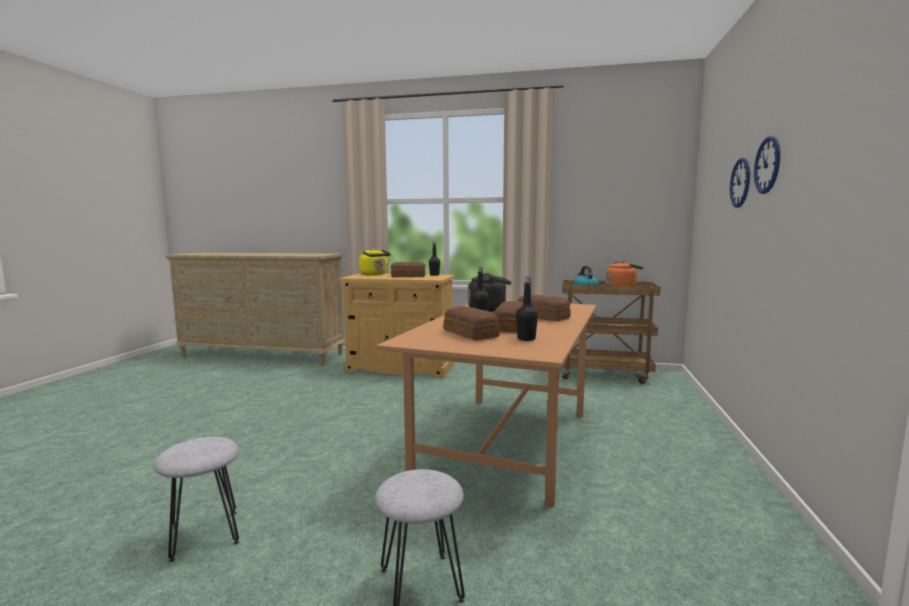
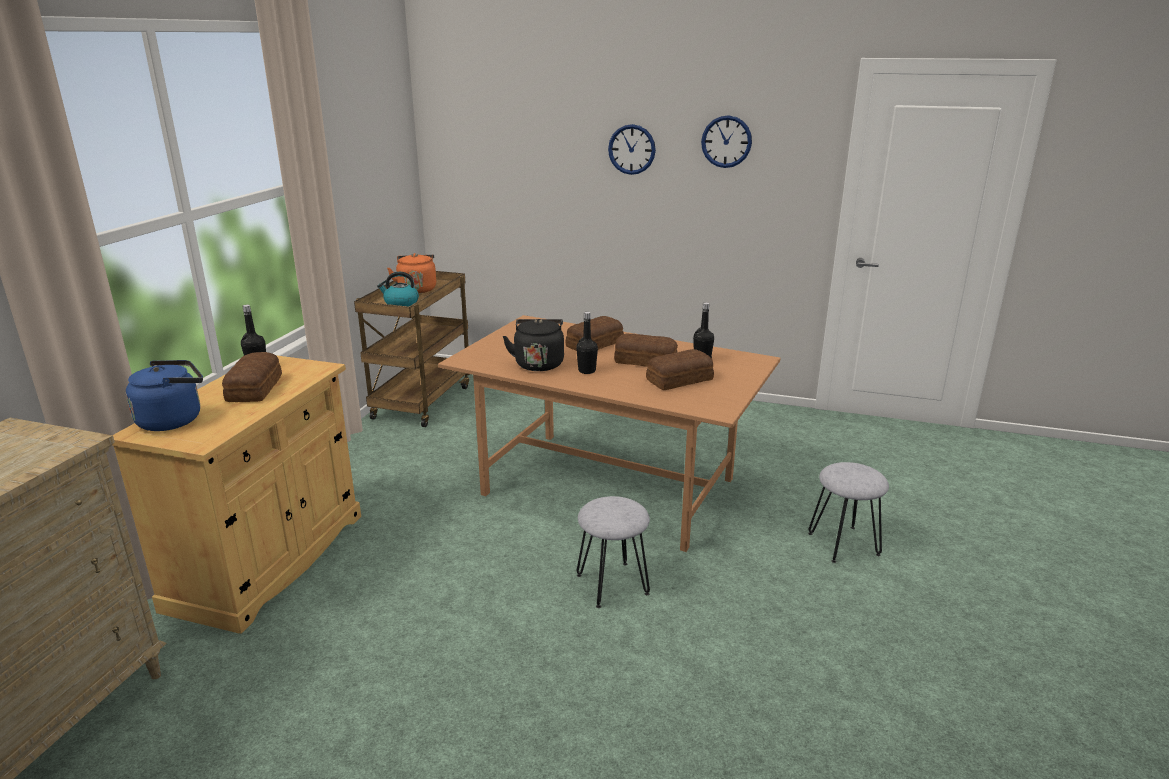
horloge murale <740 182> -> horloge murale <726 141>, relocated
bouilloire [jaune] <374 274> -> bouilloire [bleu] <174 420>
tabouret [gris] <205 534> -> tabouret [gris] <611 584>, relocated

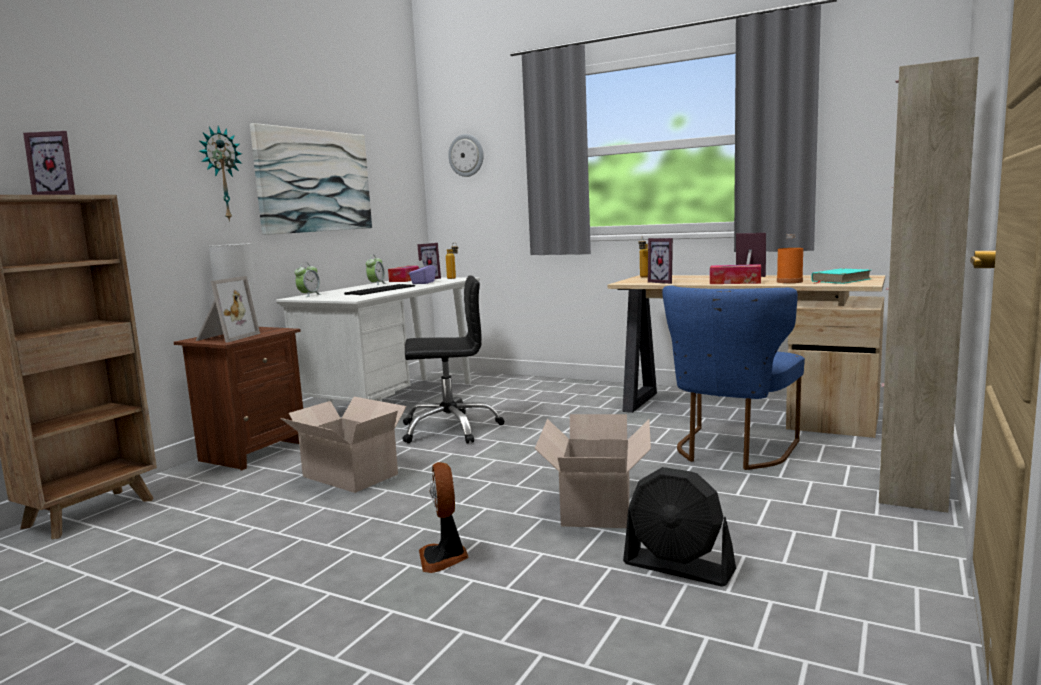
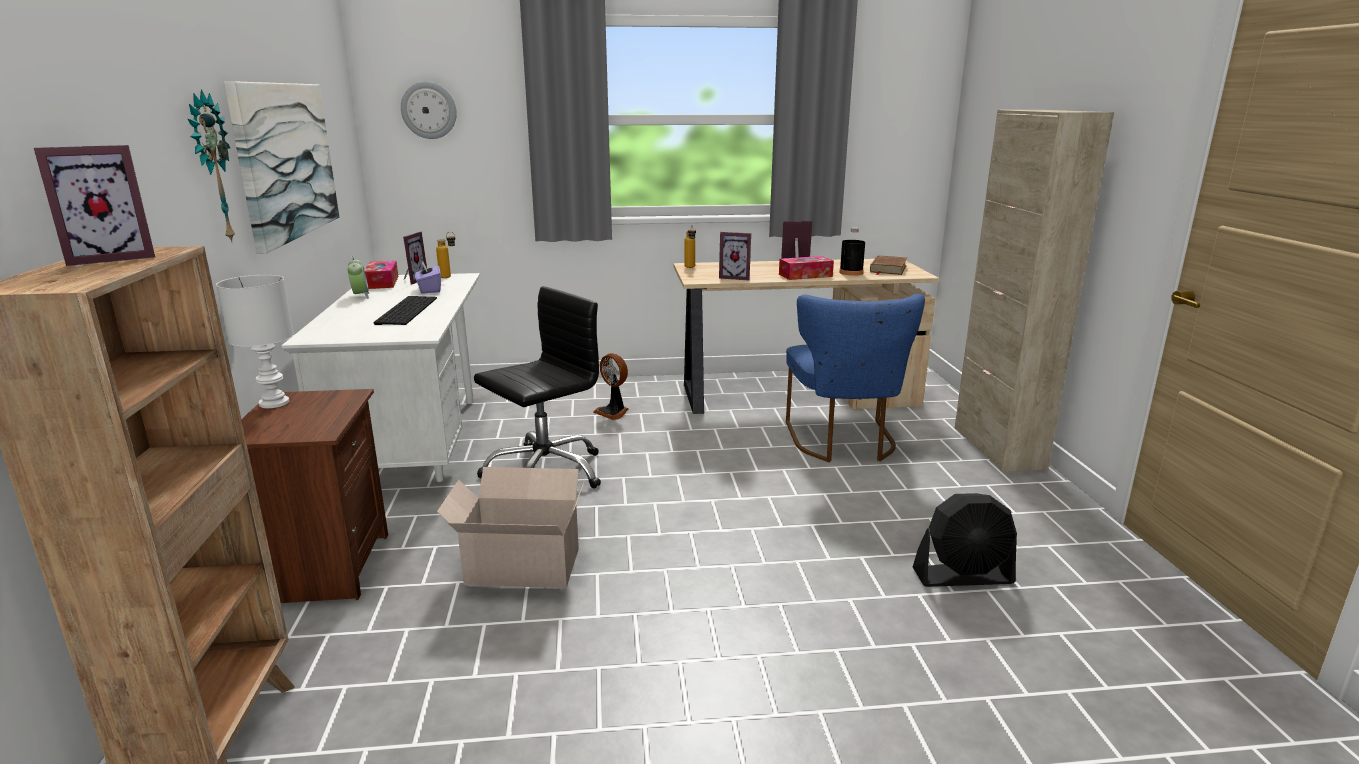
bouteille [orange] <789 281> -> bouteille [noir] <851 273>
réveil <309 295> -> none
livre [turquoise] <840 280> -> livre [marron] <888 269>
cadre photo <225 337> -> none
carton <596 508> -> none
ventilateur <444 558> -> ventilateur <613 412>, relocated

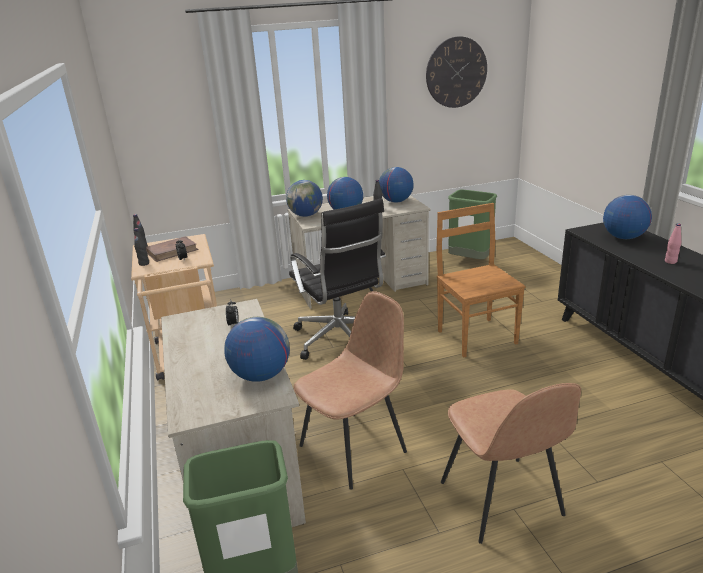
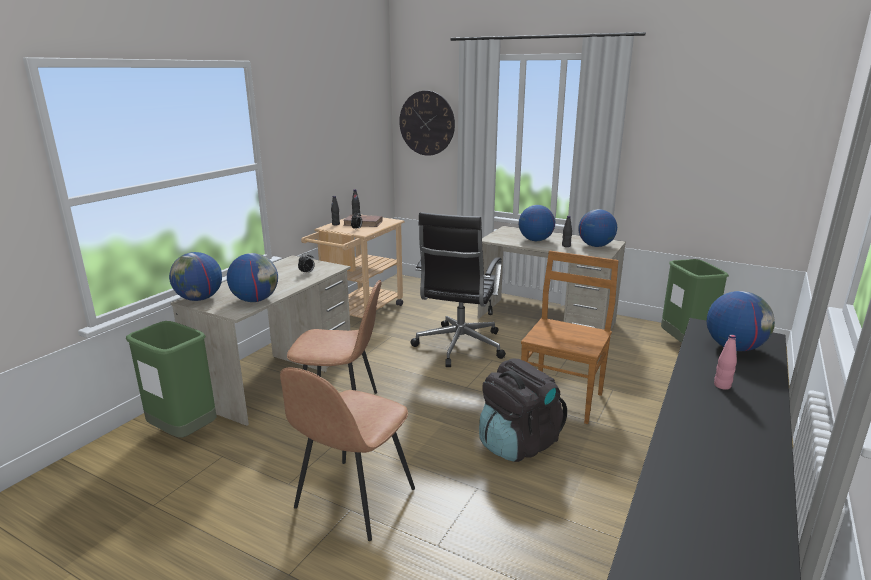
horloge murale <456 72> -> horloge murale <427 123>, relocated
globe <306 215> -> globe <199 299>, relocated
none -> sac à dos [noir] <518 443>

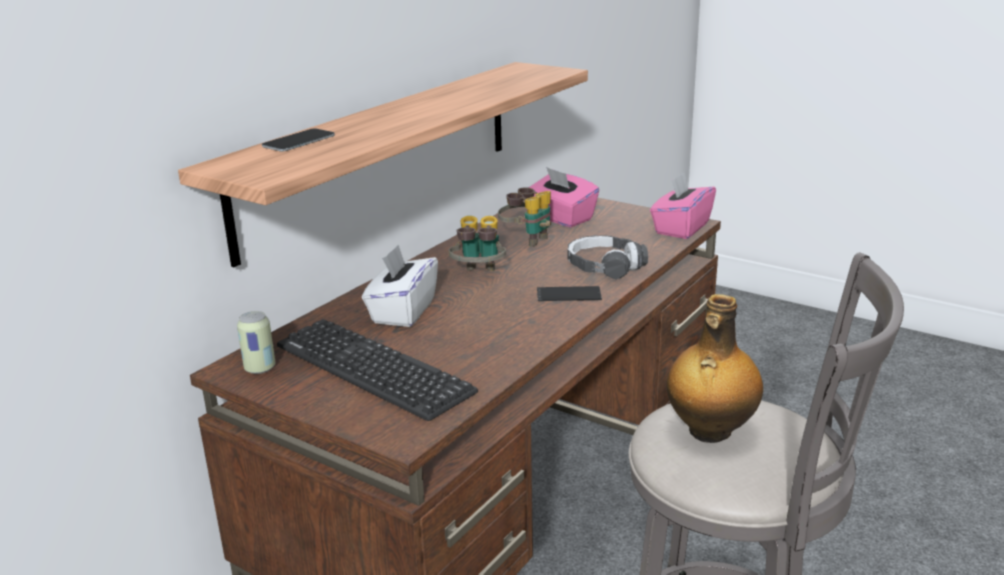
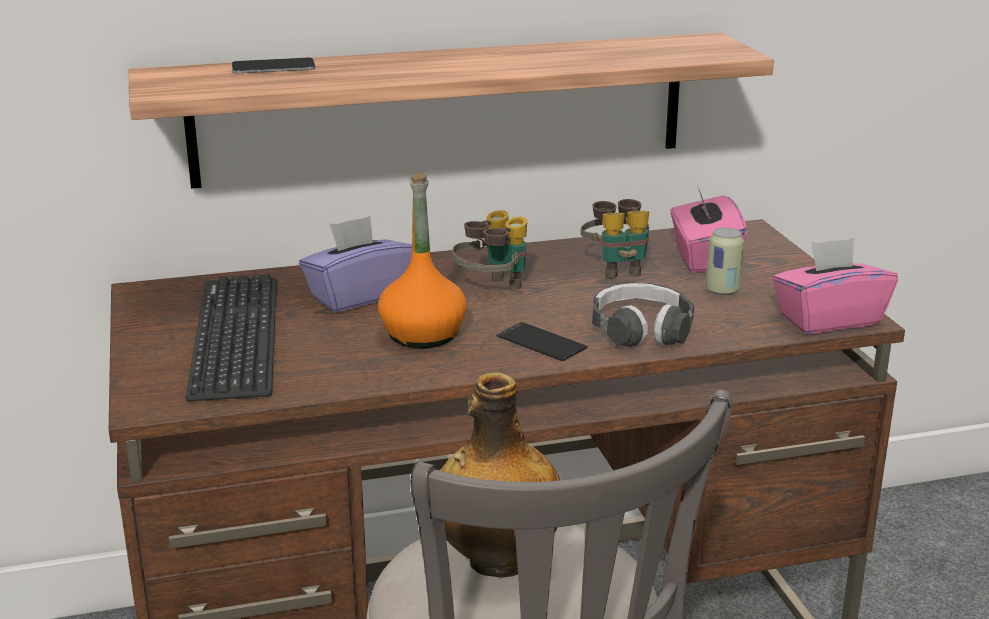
boîte à mouchoirs [blanc] <402 311> -> boîte à mouchoirs [violet] <358 296>
boîte métallique <260 368> -> boîte métallique <722 290>, relocated
none -> bouteille [orange] <423 335>

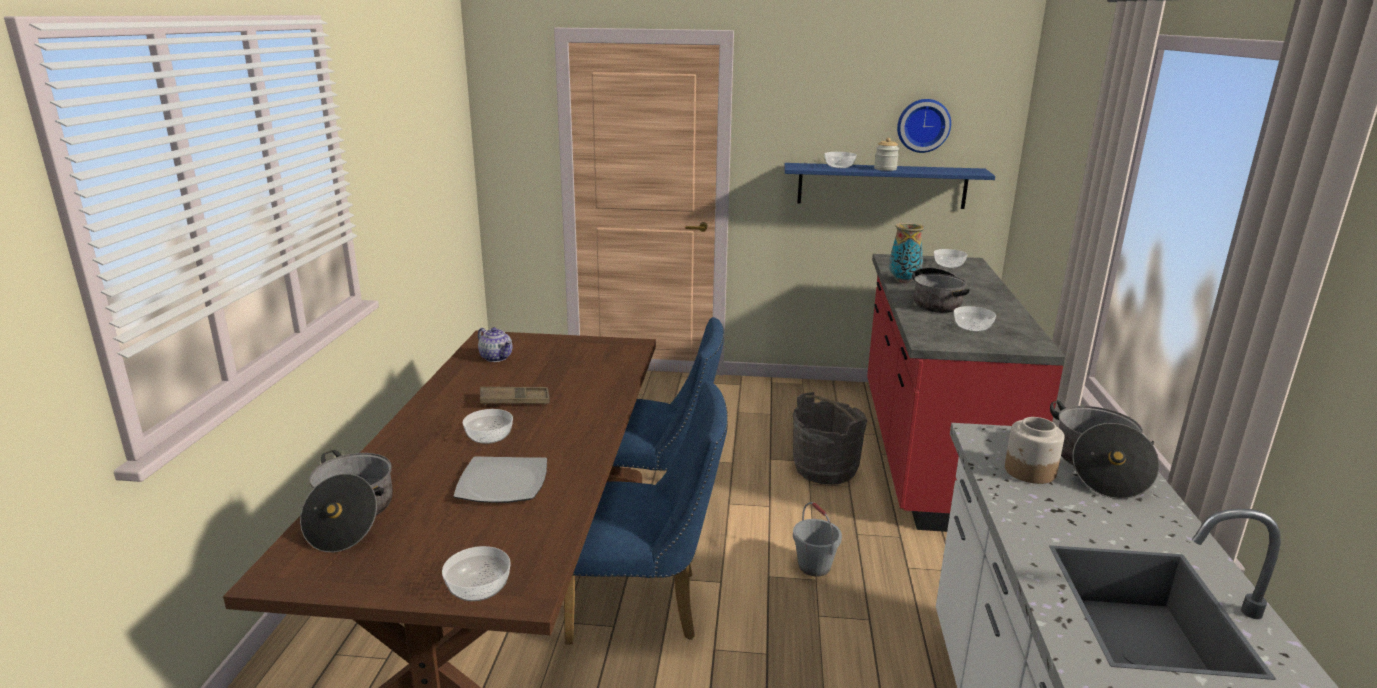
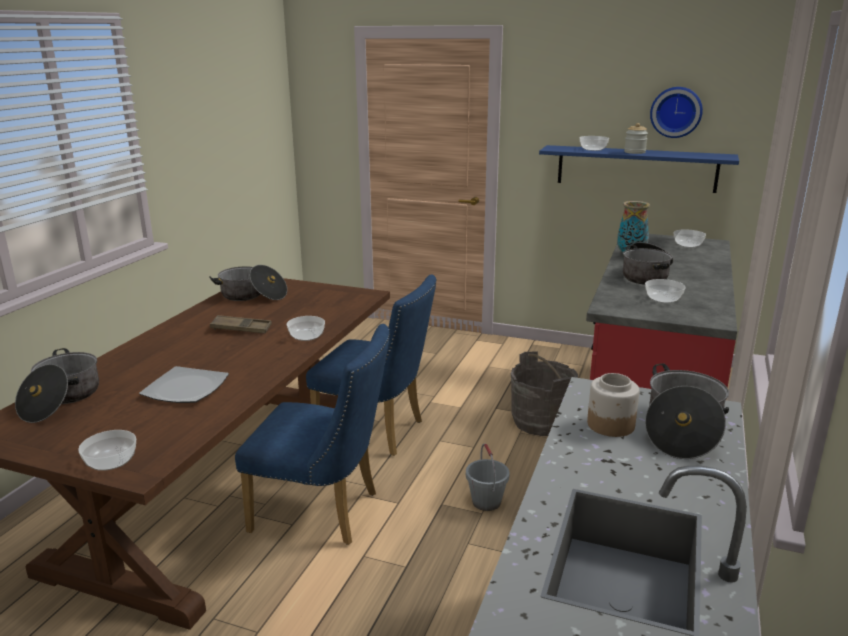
théière <497 357> -> marmite <252 295>
bol <488 436> -> bol <306 336>, relocated

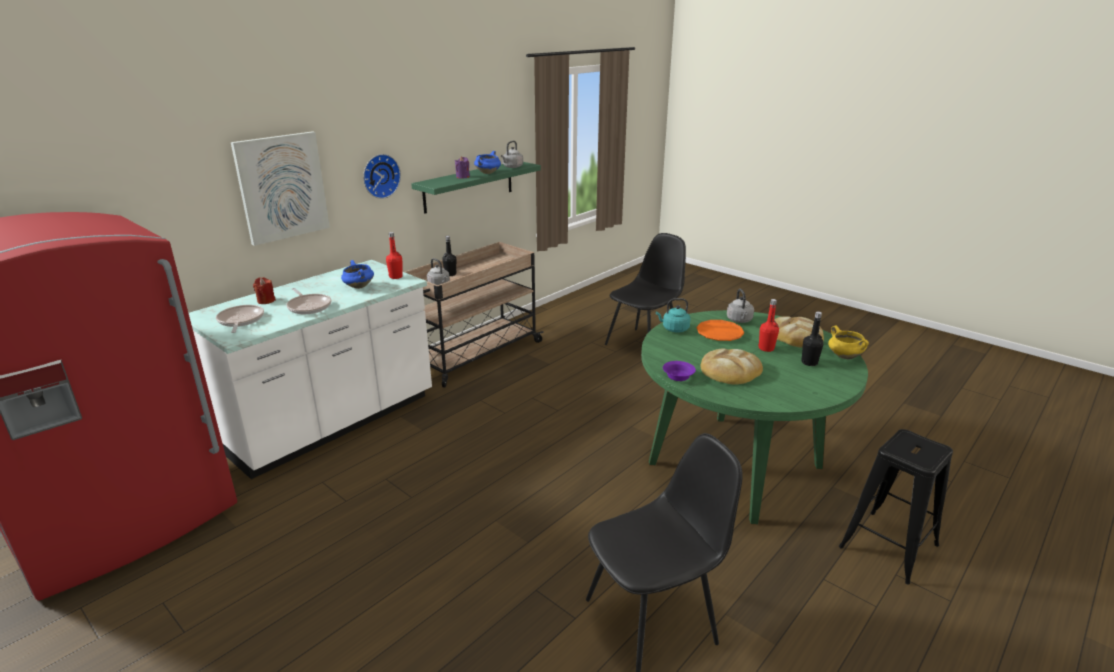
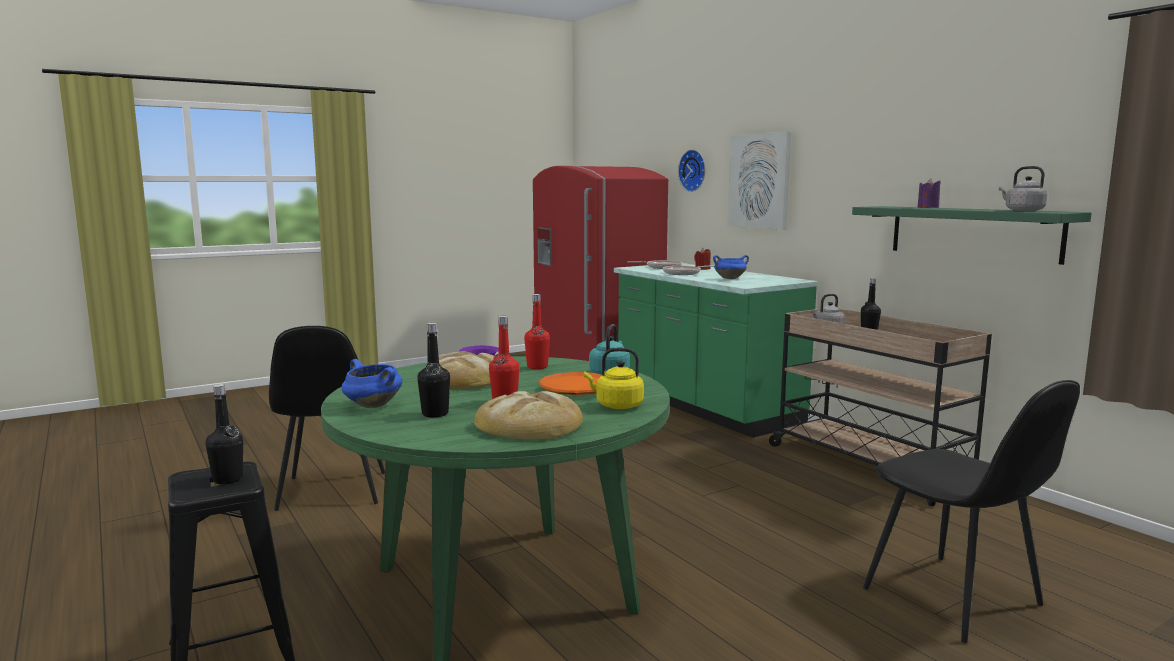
marmite [bleu] <487 173> -> marmite [bleu] <372 406>, relocated
horloge murale <380 176> -> horloge murale <694 170>, relocated
bouteille [rouge] <396 277> -> bouteille [rouge] <537 367>, relocated
comptoir de cuisine [blanc] <331 423> -> comptoir de cuisine [vert] <704 407>
bouilloire [gris] <739 320> -> bouilloire [jaune] <616 405>
marmite [jaune] <844 356> -> none
none -> bouteille [noir] <228 479>

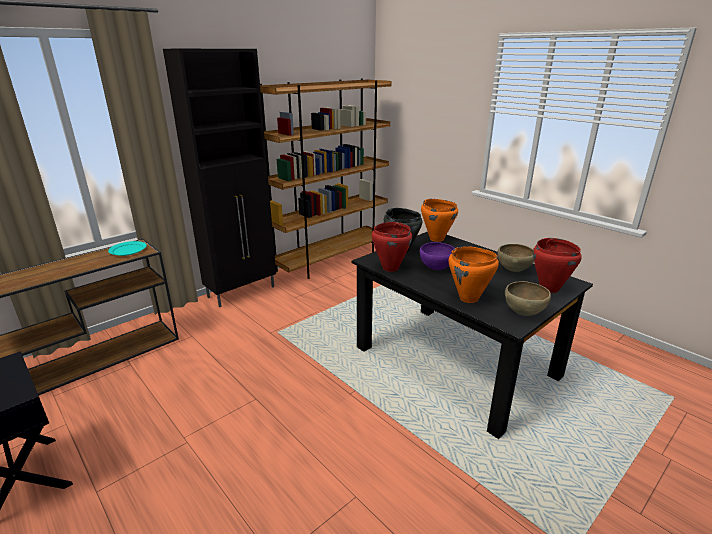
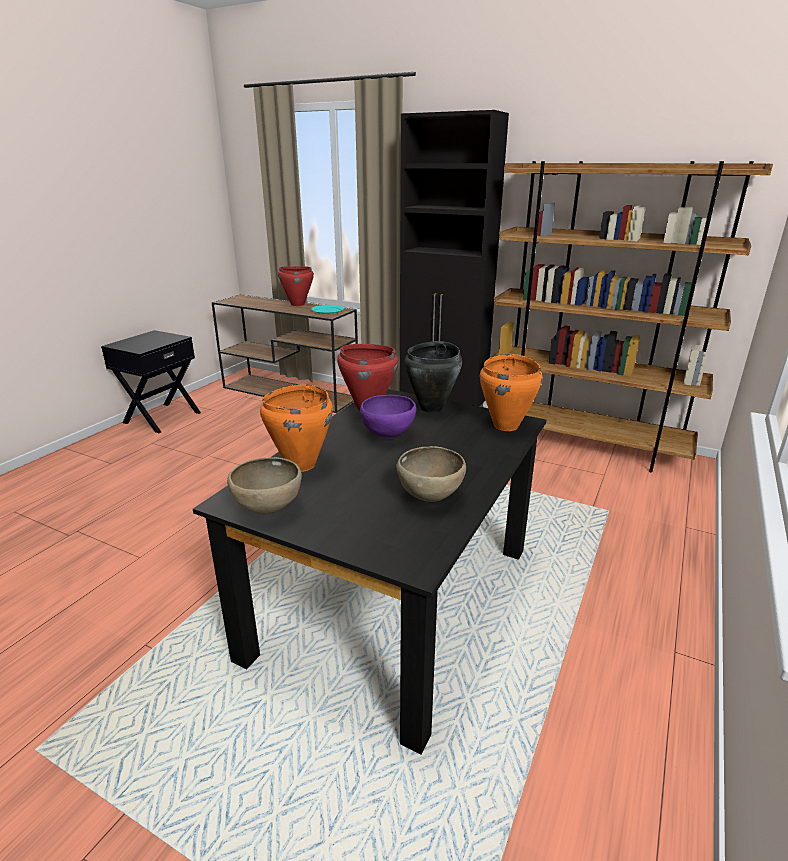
marmite [rouge] <549 288> -> marmite [rouge] <297 304>, relocated

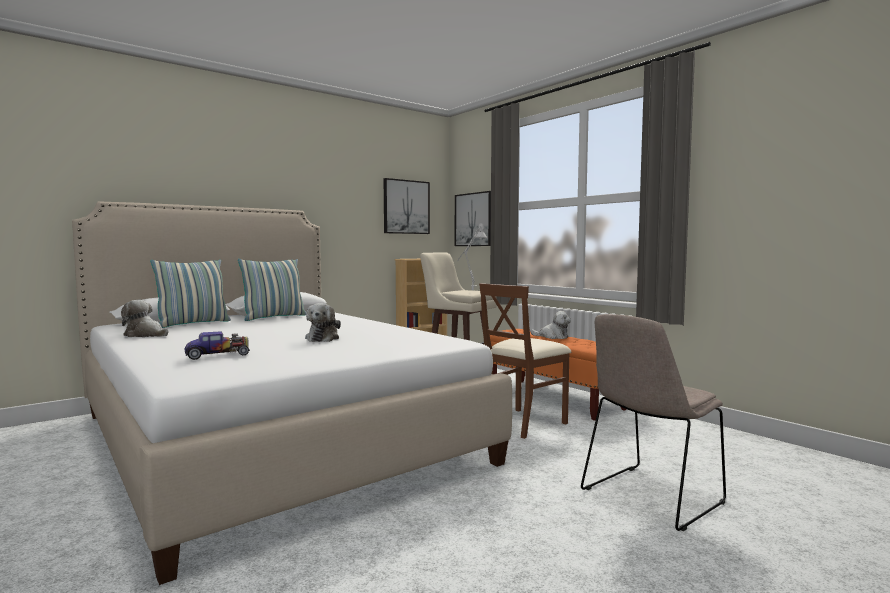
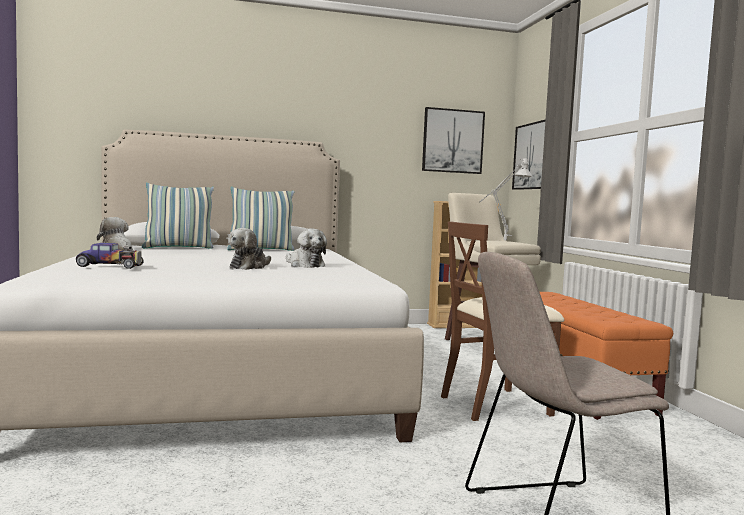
peluche <553 337> -> peluche <304 265>, relocated

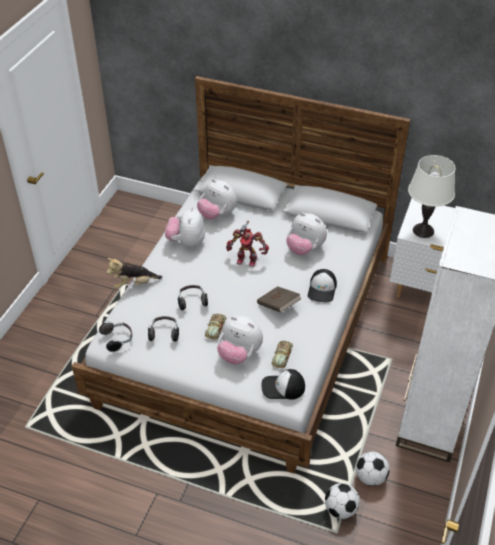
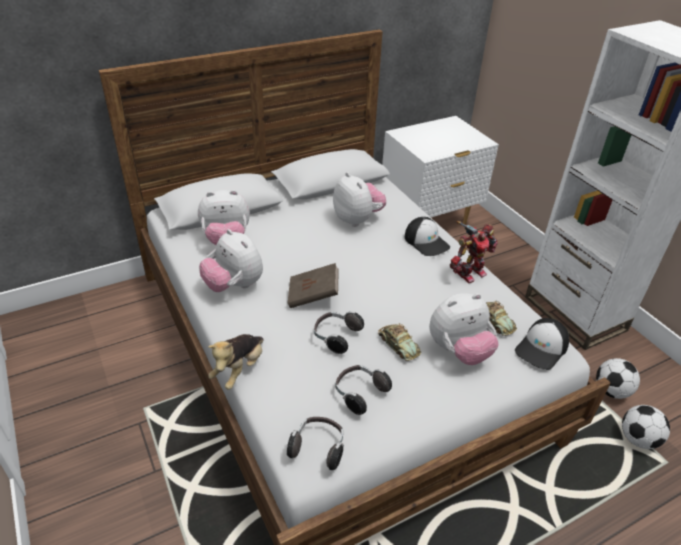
lampe de table [blanc] <423 231> -> none
peluche <305 248> -> peluche <357 219>, 105 degrees counterclockwise
robot jouet <247 259> -> robot jouet <469 272>, relocated
livre [marron] <278 306> -> livre [marron] <313 296>, relocated

